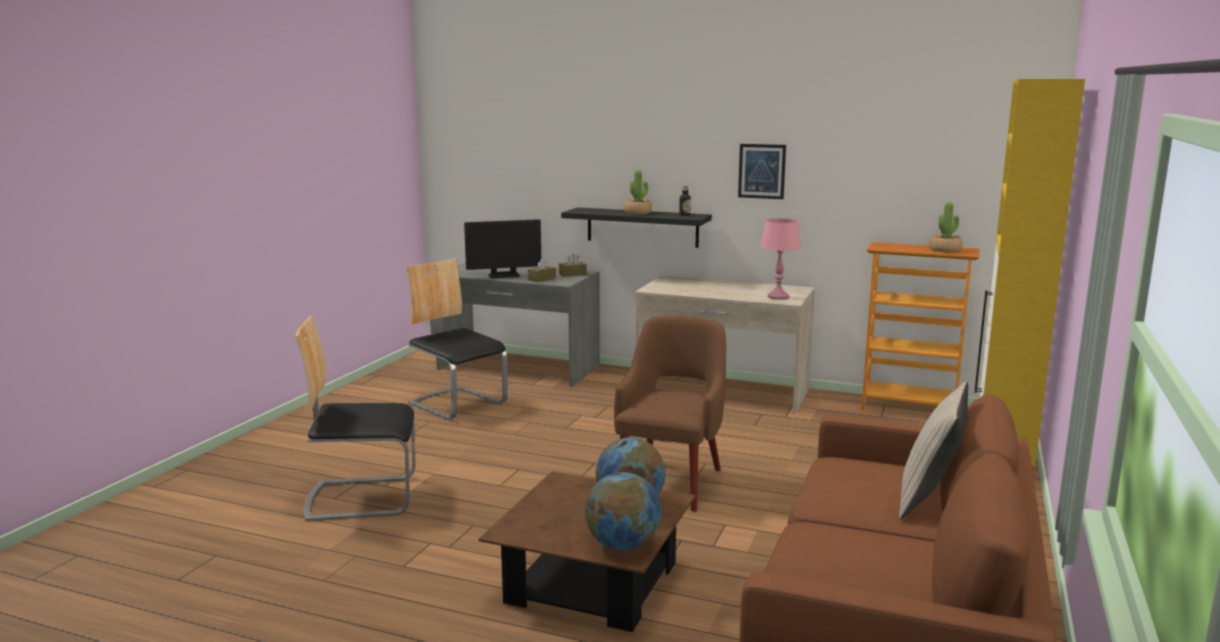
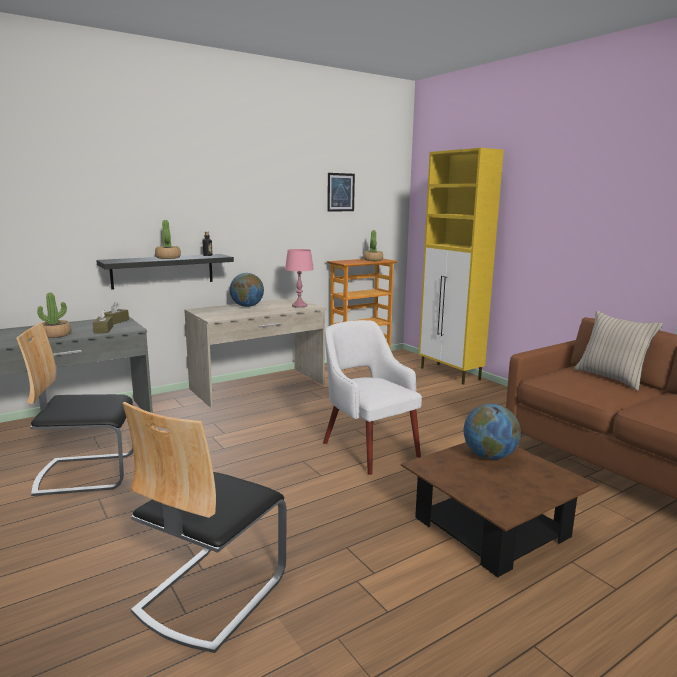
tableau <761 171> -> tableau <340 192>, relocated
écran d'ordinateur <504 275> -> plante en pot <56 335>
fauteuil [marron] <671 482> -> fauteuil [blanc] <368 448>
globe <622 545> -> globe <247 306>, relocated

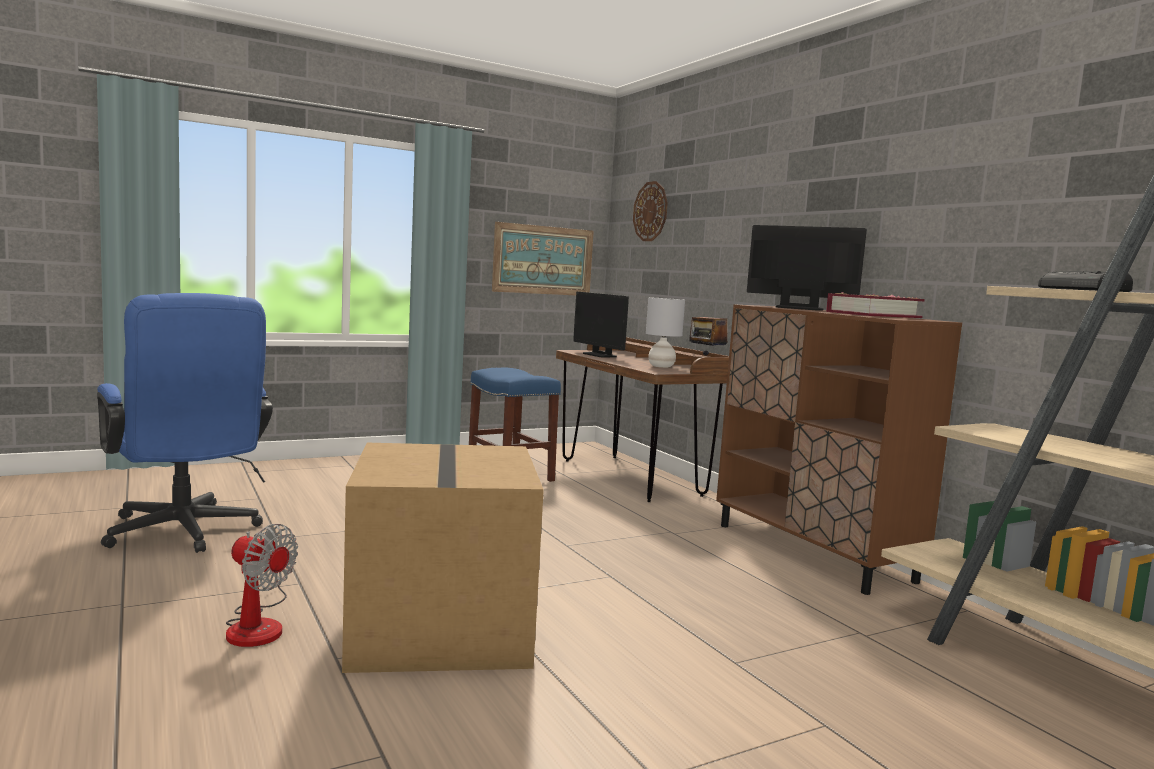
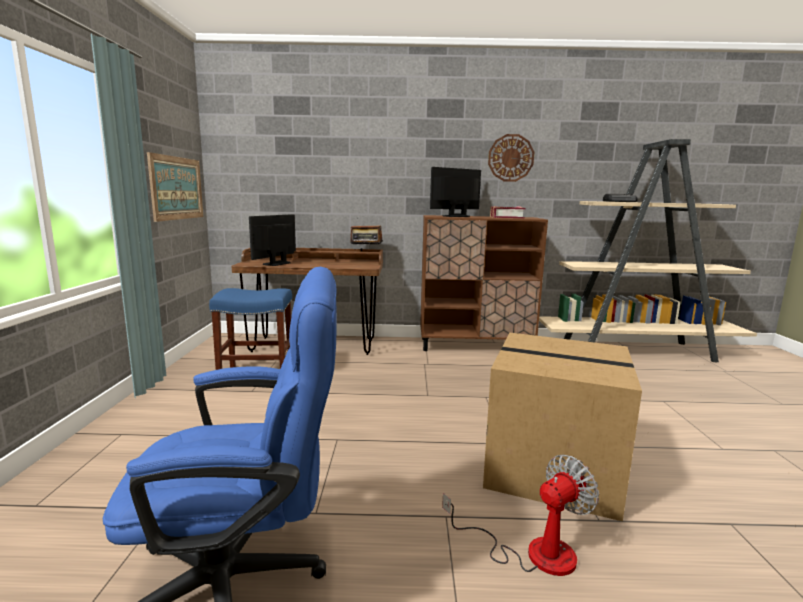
horloge murale <650 211> -> horloge murale <510 158>, relocated
écran d'ordinateur <599 355> -> écran d'ordinateur <276 263>, 120 degrees clockwise
lampe de table [gris] <661 366> -> none

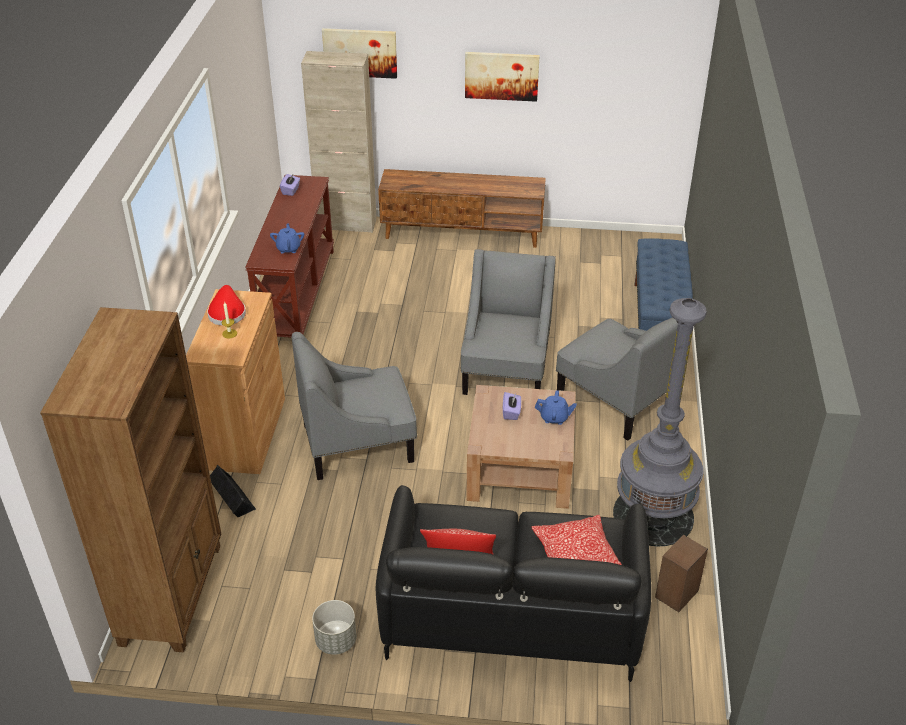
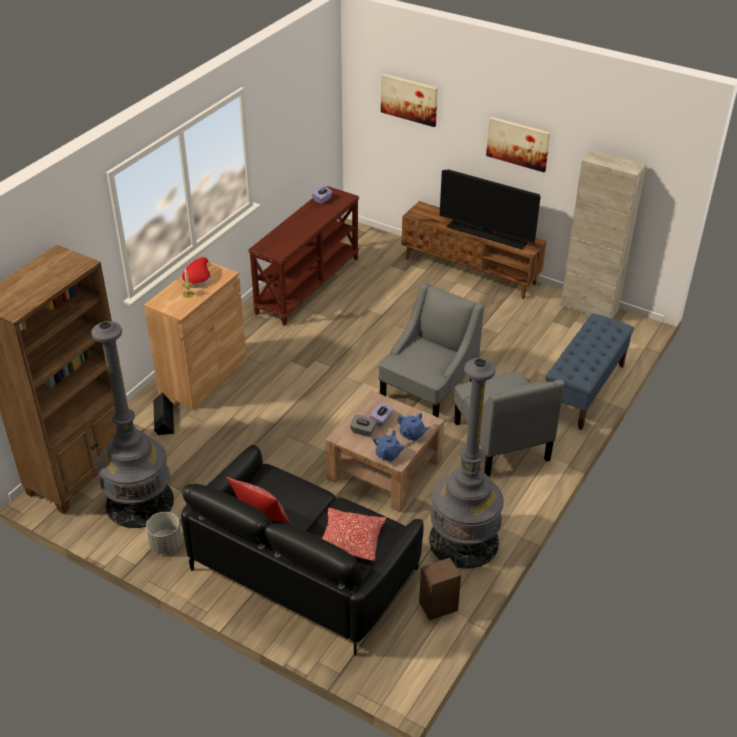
meuble de rangement [beige] <346 224> -> meuble de rangement [beige] <589 308>, relocated
théière [bleu] <288 248> -> théière [bleu] <388 454>, relocated
fauteuil [gris] <358 443> -> none
none -> téléviseur <487 235>
none -> lampadaire [gris] <140 502>
none -> boîte à mouchoirs [gris] <363 431>

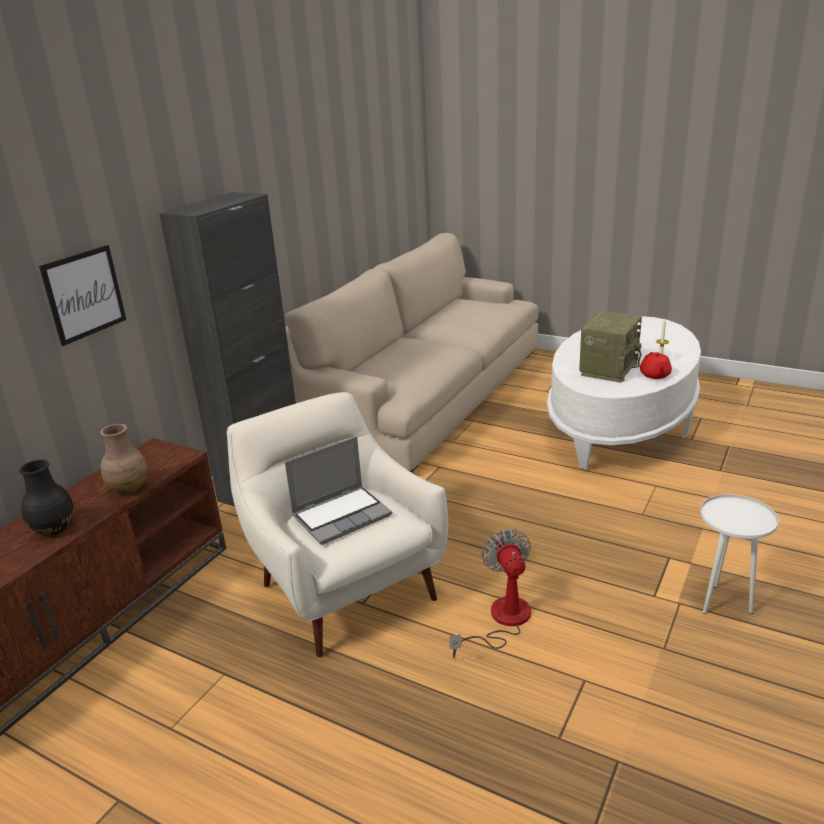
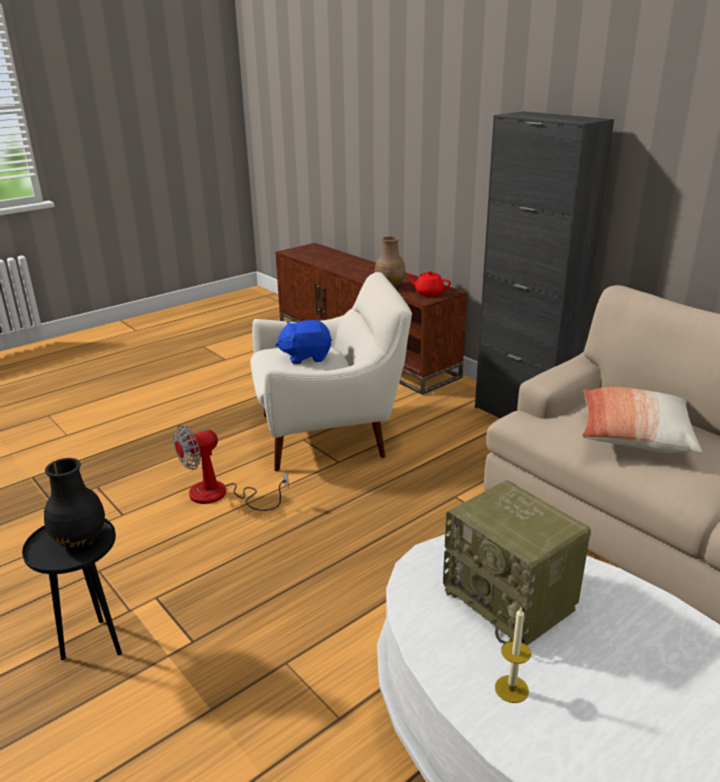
tableau <84 294> -> none
théière [rouge] <655 375> -> théière [rouge] <428 293>, relocated
ordinateur portable <342 515> -> peluche [bleu] <305 357>
vase [noir] <54 528> -> vase [noir] <80 540>, relocated
table d'appoint [blanc] <723 603> -> table d'appoint [noir] <94 644>
ventilateur <501 621> -> ventilateur <220 495>, 135 degrees clockwise
none -> coussin <633 436>

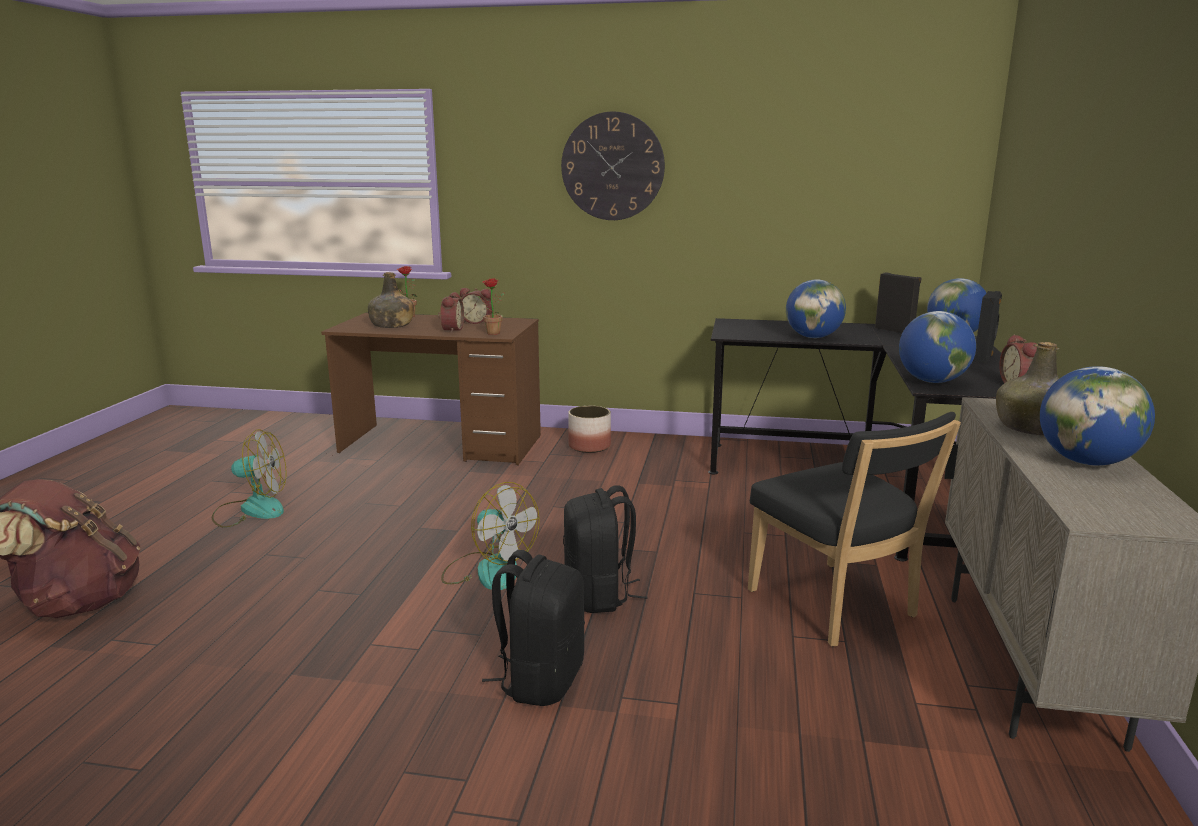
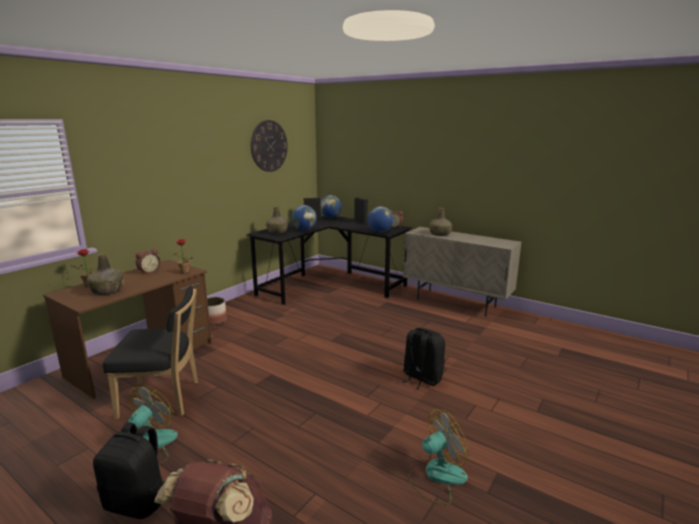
horloge murale <612 166> -> horloge murale <269 146>, relocated
réveil <451 330> -> none
globe <1086 462> -> none
chaise [noir] <836 607> -> chaise [noir] <163 399>, relocated
ventilateur <488 570> -> ventilateur <436 476>, relocated
sac à dos [noir] <599 596> -> sac à dos [noir] <138 502>, relocated
none -> bouteille [vert] <277 232>

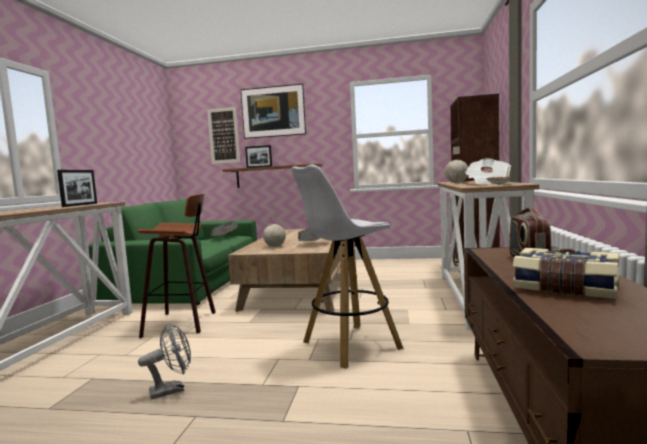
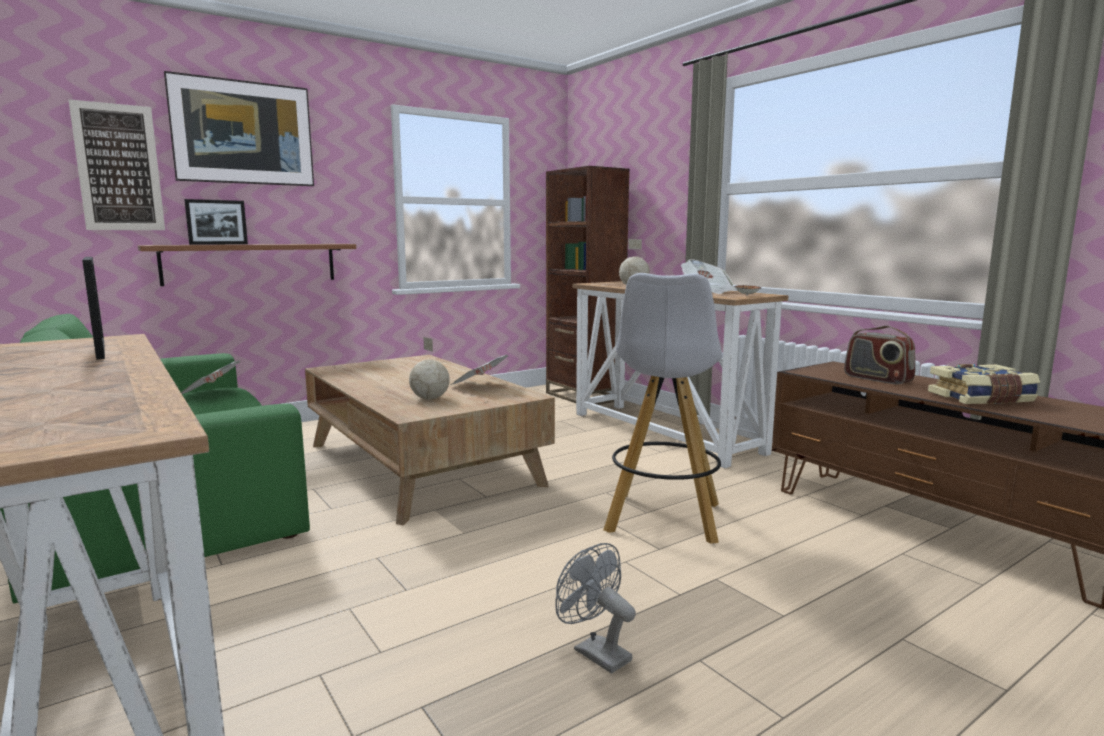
tabouret <183 323> -> none
ventilateur [gris] <172 389> -> ventilateur [gris] <595 652>, 60 degrees counterclockwise

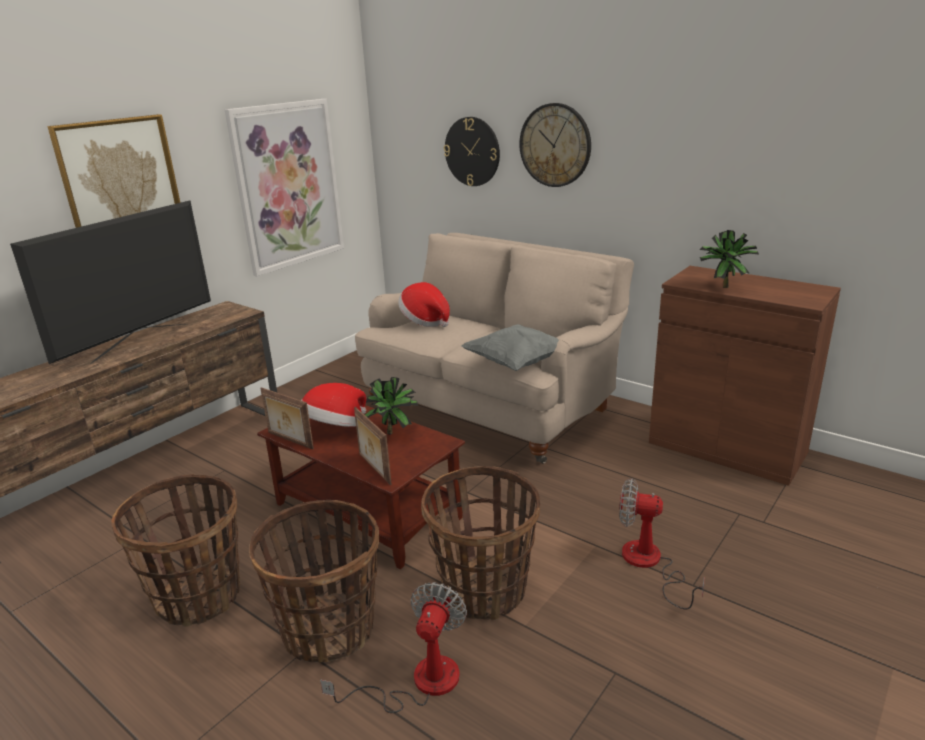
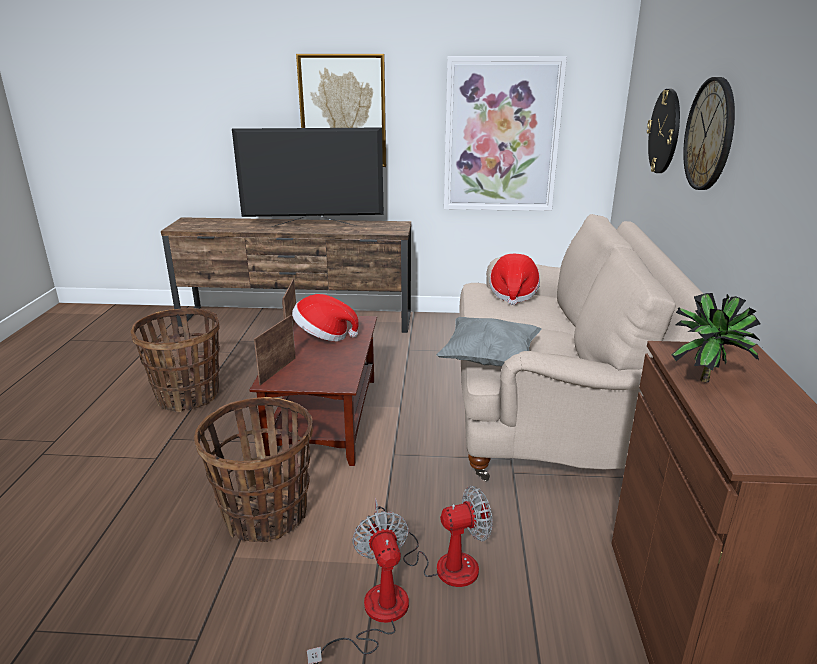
plante en pot <394 433> -> none
panier <329 630> -> none
ventilateur <419 682> -> ventilateur <443 563>, relocated

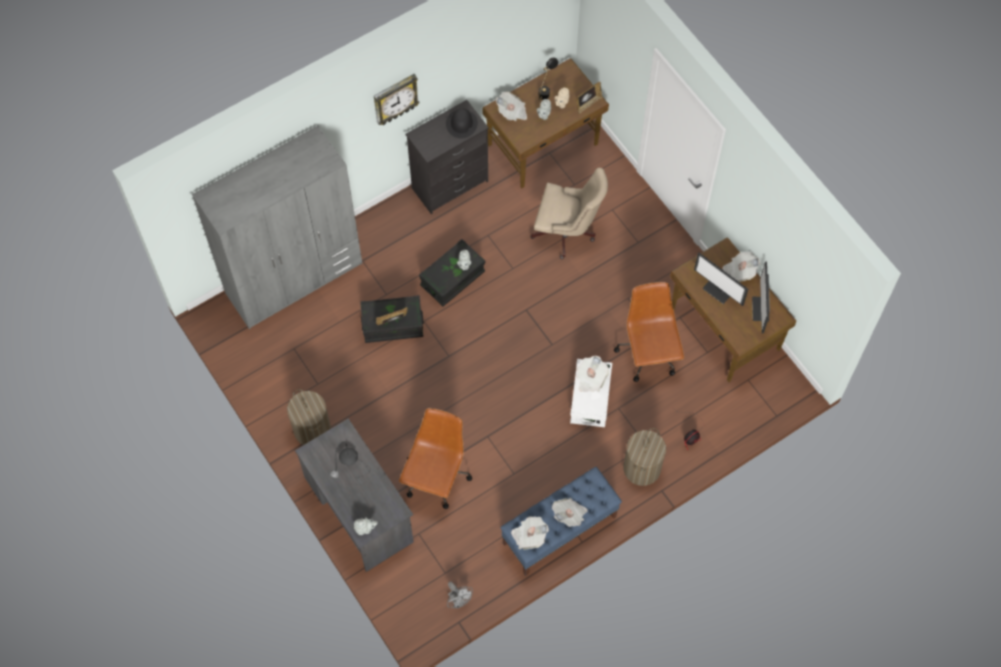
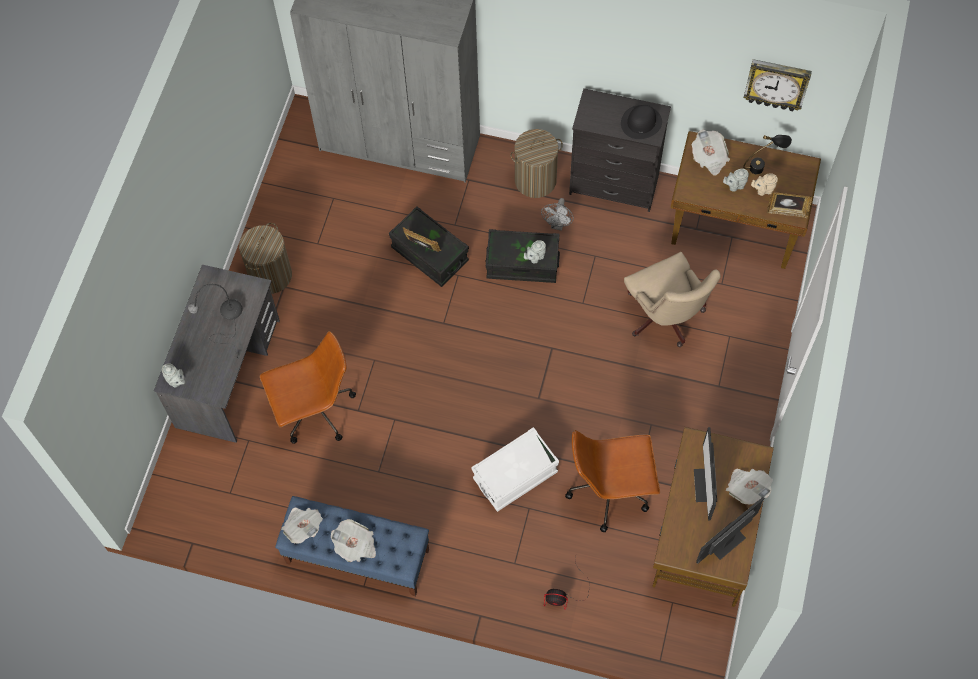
horloge murale <395 99> -> horloge murale <777 84>, relocated
chaise de bureau [marron] <649 355> -> chaise de bureau [marron] <610 490>, 135 degrees counterclockwise
journal <590 378> -> none
panier à linge <642 468> -> panier à linge <535 180>, relocated
ventilateur [gris] <458 601> -> ventilateur [gris] <557 225>, relocated

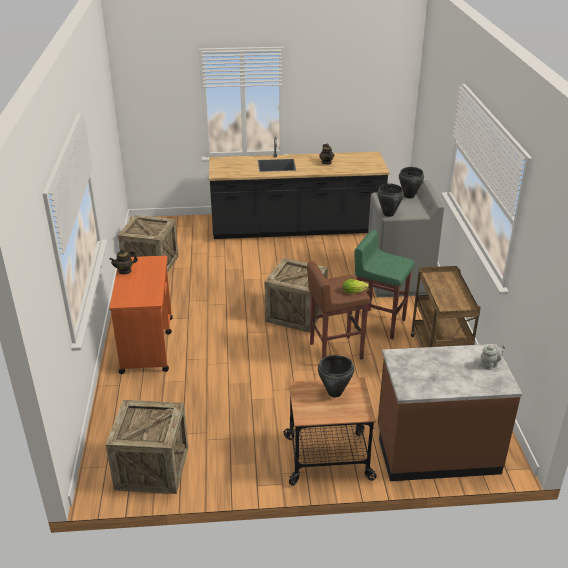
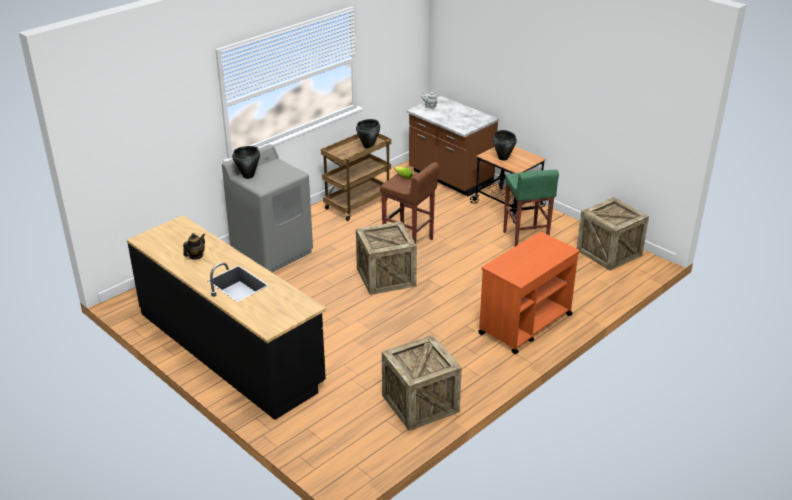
marmite [noir] <388 214> -> marmite [noir] <368 146>, relocated
tabouret [vert] <379 323> -> tabouret [vert] <525 239>, relocated
théière <125 271> -> none

